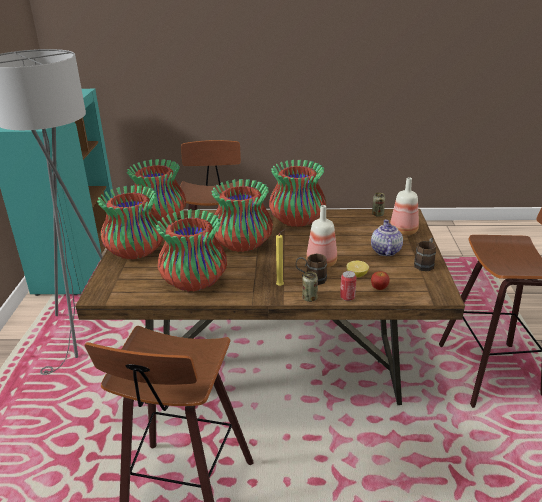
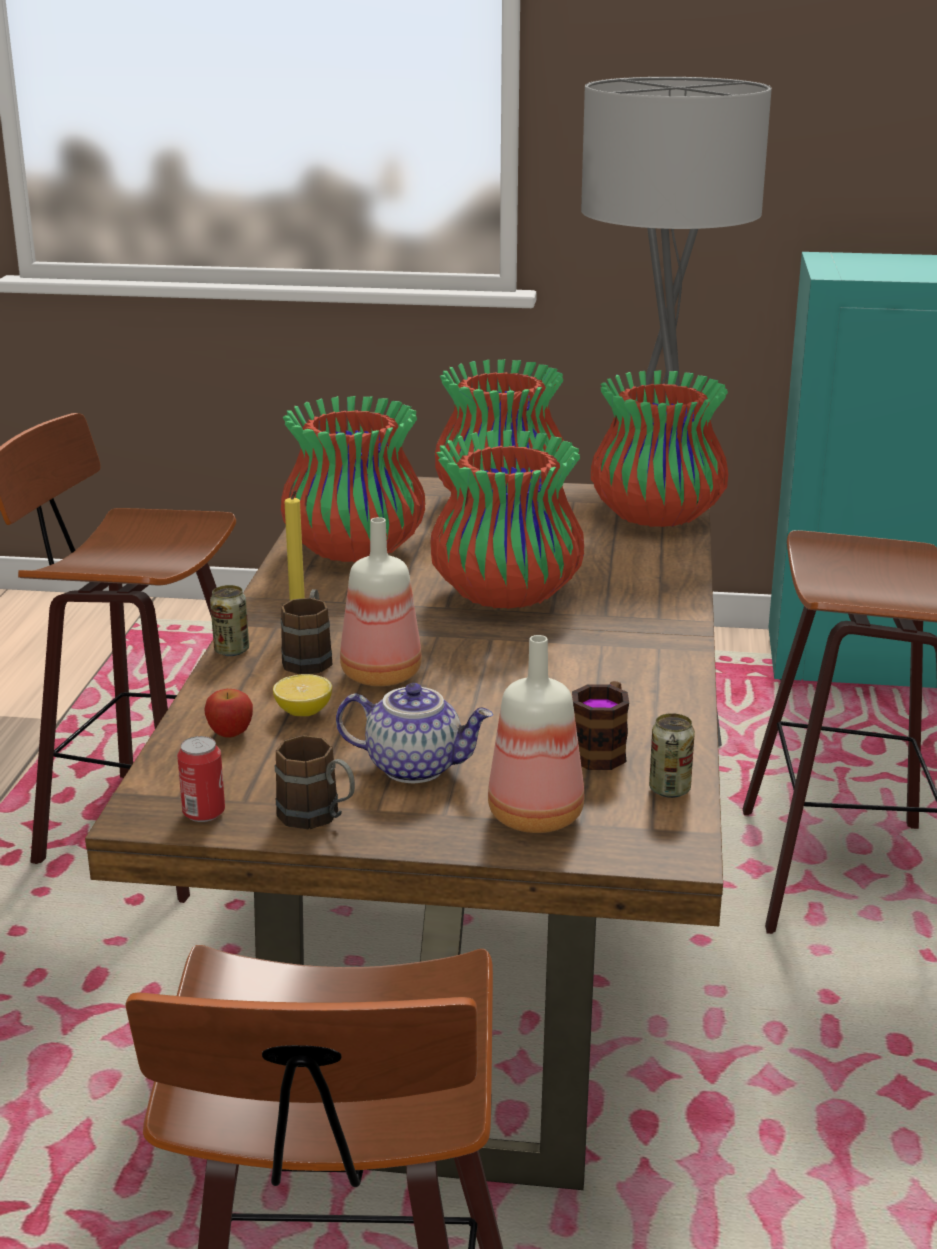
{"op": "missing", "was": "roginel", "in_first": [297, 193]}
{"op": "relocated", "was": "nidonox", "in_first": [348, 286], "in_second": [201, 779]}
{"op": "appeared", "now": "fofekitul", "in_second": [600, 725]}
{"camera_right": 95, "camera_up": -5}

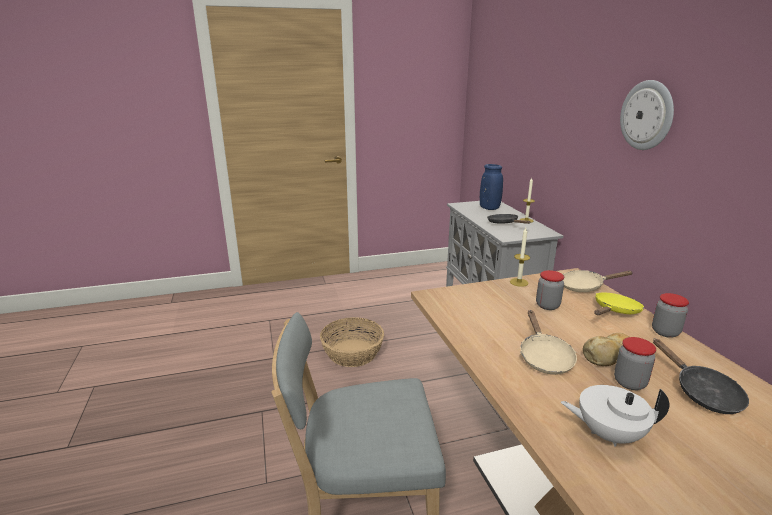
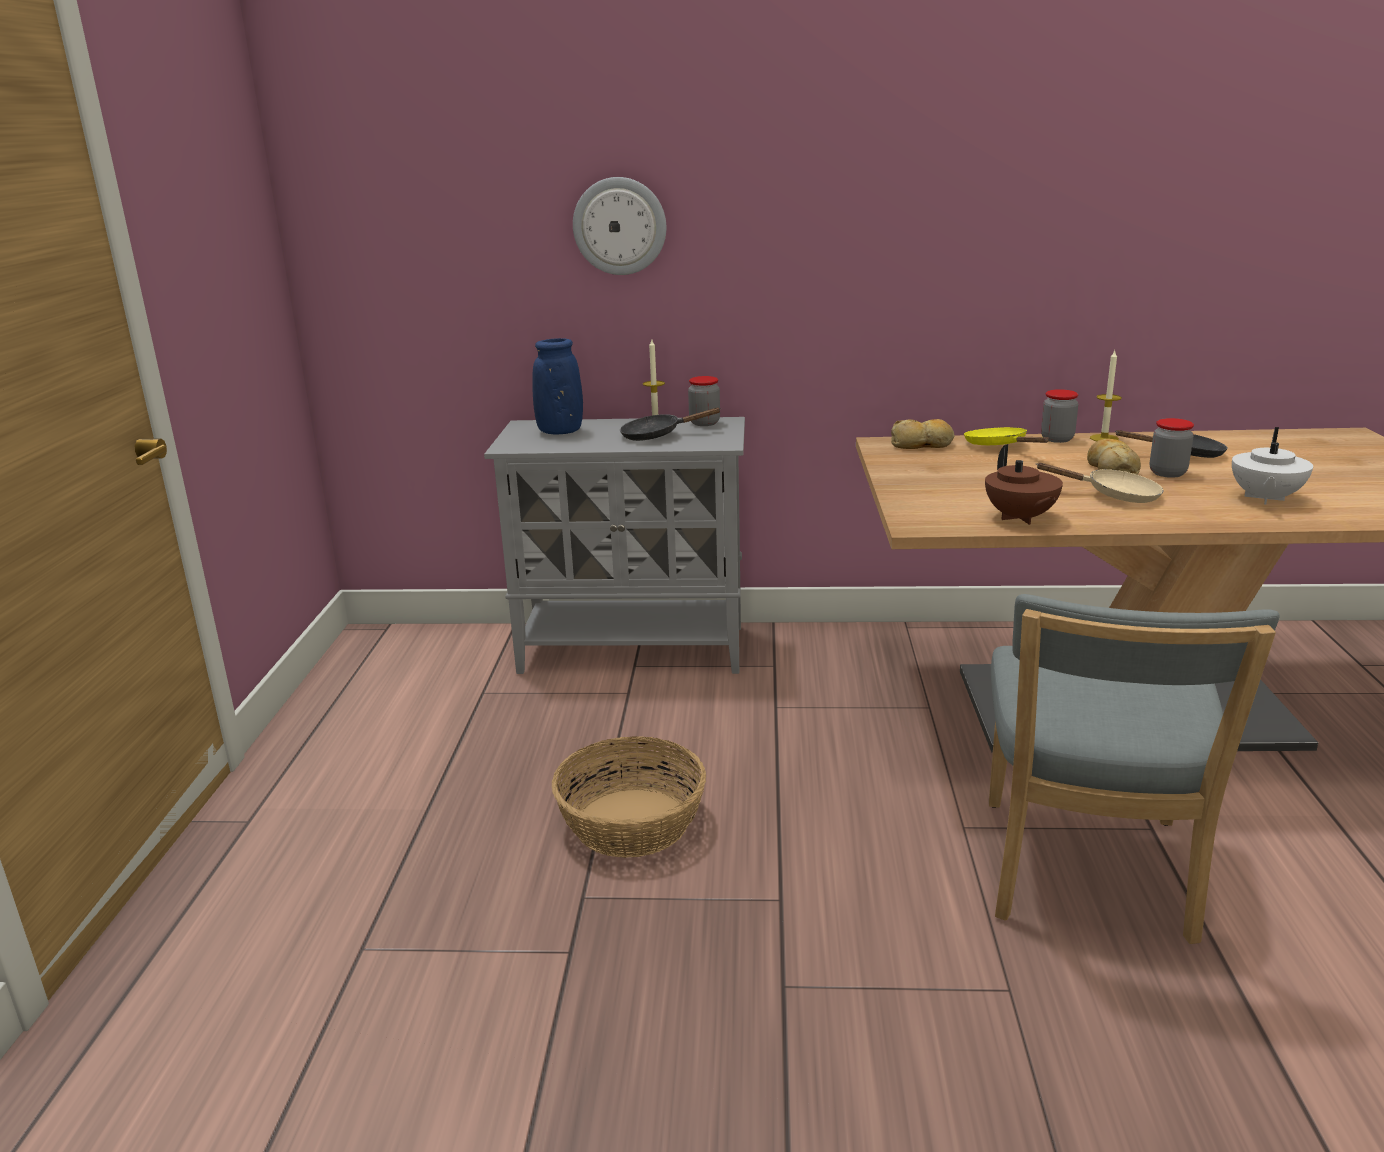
{"op": "relocated", "was": "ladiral", "in_first": [647, 115], "in_second": [619, 226]}
{"op": "relocated", "was": "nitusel", "in_first": [520, 257], "in_second": [1106, 396]}
{"op": "relocated", "was": "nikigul", "in_first": [550, 290], "in_second": [704, 401]}
{"op": "exchanged", "was": "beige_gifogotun", "now": "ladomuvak", "in_first": [598, 281], "in_second": [922, 434]}
{"op": "appeared", "now": "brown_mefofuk", "in_second": [1024, 484]}
{"camera_right": -70, "camera_up": 0}

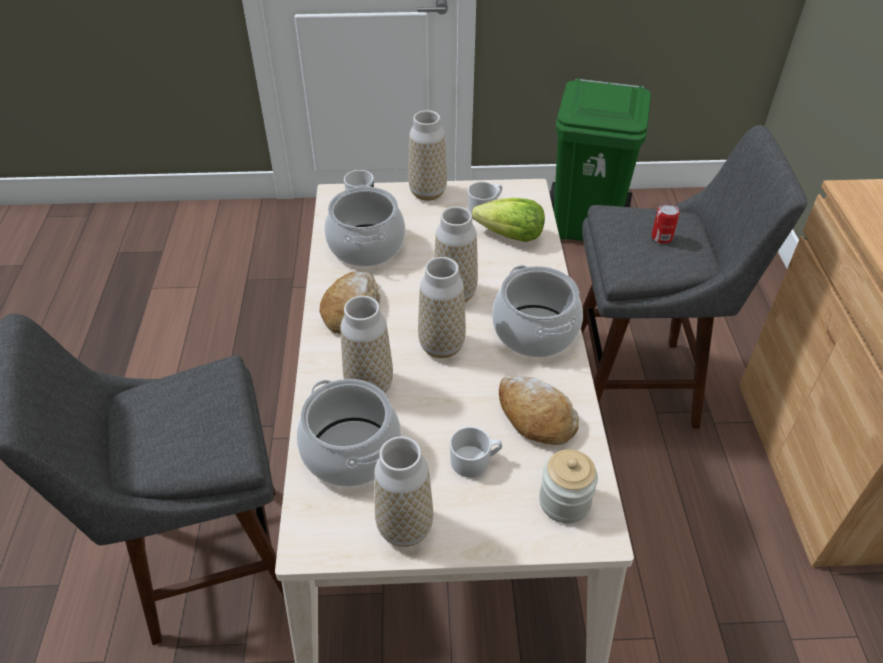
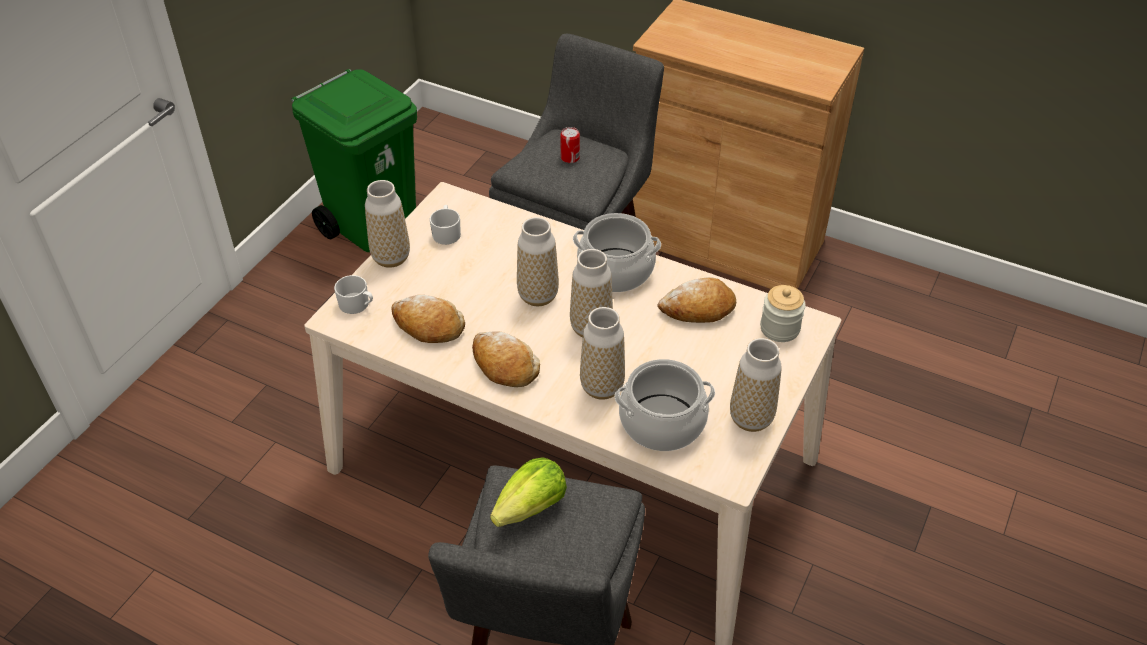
{"op": "exchanged", "was": "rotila", "now": "ladomuvak", "in_first": [364, 226], "in_second": [428, 319]}
{"op": "relocated", "was": "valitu", "in_first": [508, 220], "in_second": [528, 492]}
{"op": "missing", "was": "white_fofekitul", "in_first": [476, 452]}
{"camera_right": -60, "camera_up": 0}

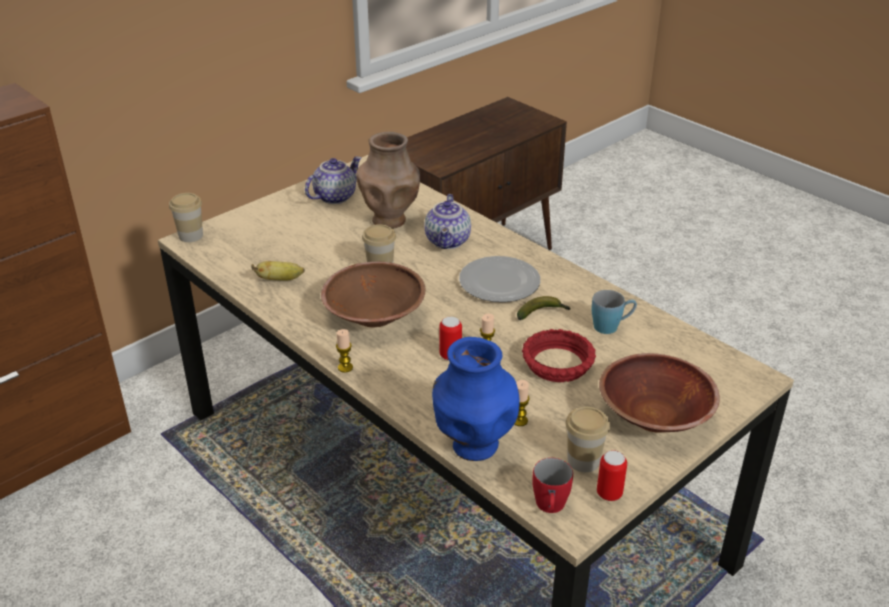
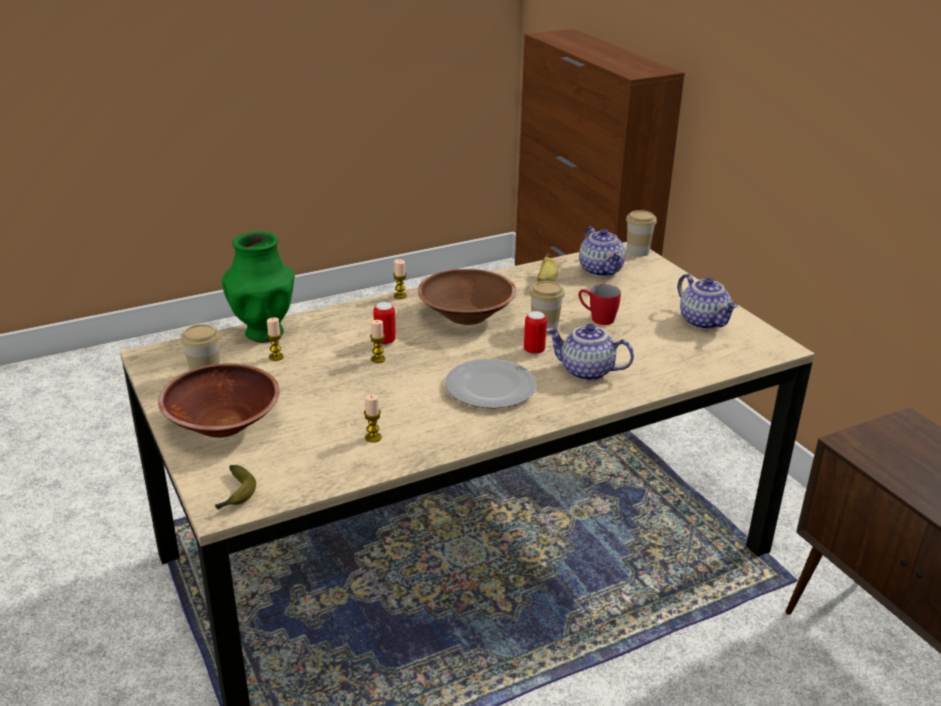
{"op": "missing", "was": "brown_roginel", "in_first": [388, 180]}
{"op": "exchanged", "was": "blue_fofekitul", "now": "nitusel", "in_first": [614, 312], "in_second": [372, 418]}
{"op": "relocated", "was": "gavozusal", "in_first": [543, 308], "in_second": [235, 487]}
{"op": "missing", "was": "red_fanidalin", "in_first": [559, 355]}
{"op": "colour", "was": "blue_roginel", "now": "green_roginel", "in_first": [476, 399], "in_second": [258, 287]}
{"op": "relocated", "was": "nidonox", "in_first": [612, 475], "in_second": [535, 333]}
{"op": "relocated", "was": "red_fofekitul", "in_first": [552, 485], "in_second": [600, 304]}
{"op": "appeared", "now": "mefofuk", "in_second": [602, 252]}
{"camera_right": 105, "camera_up": -5}

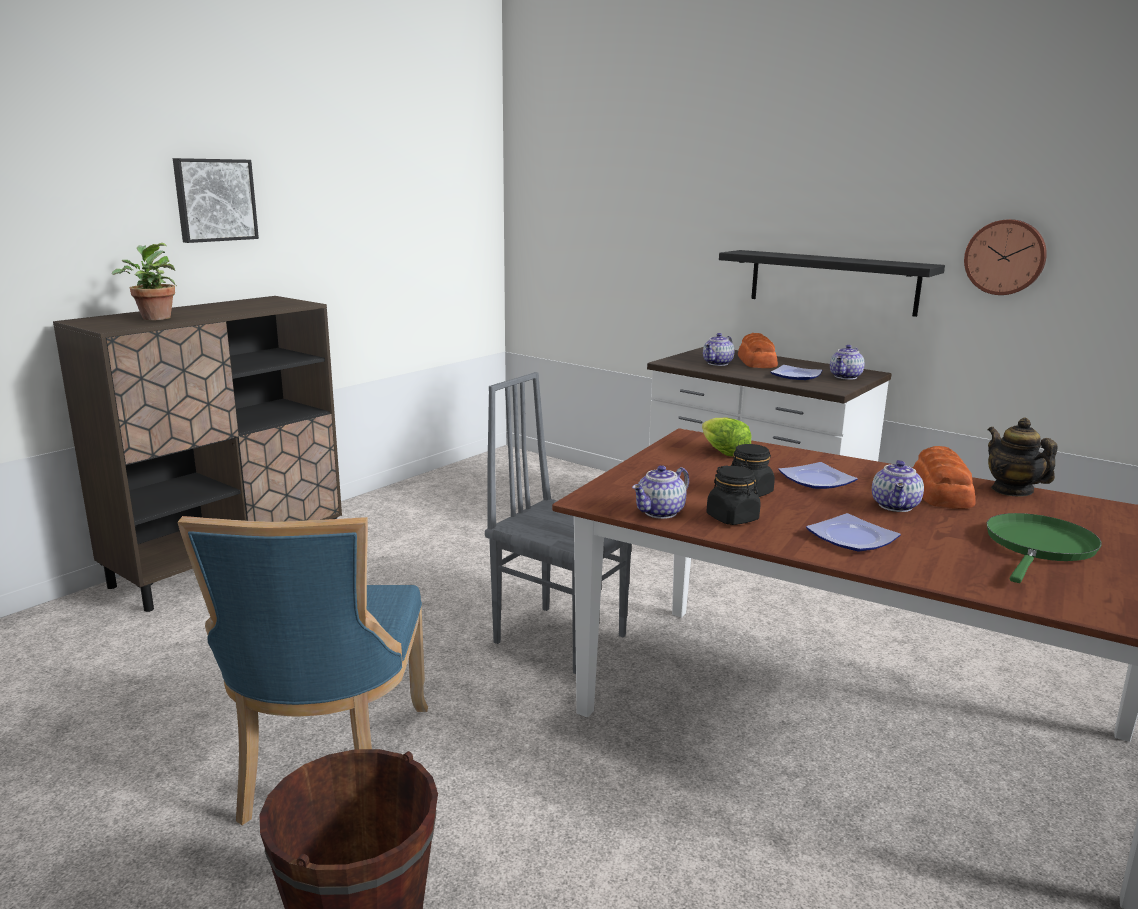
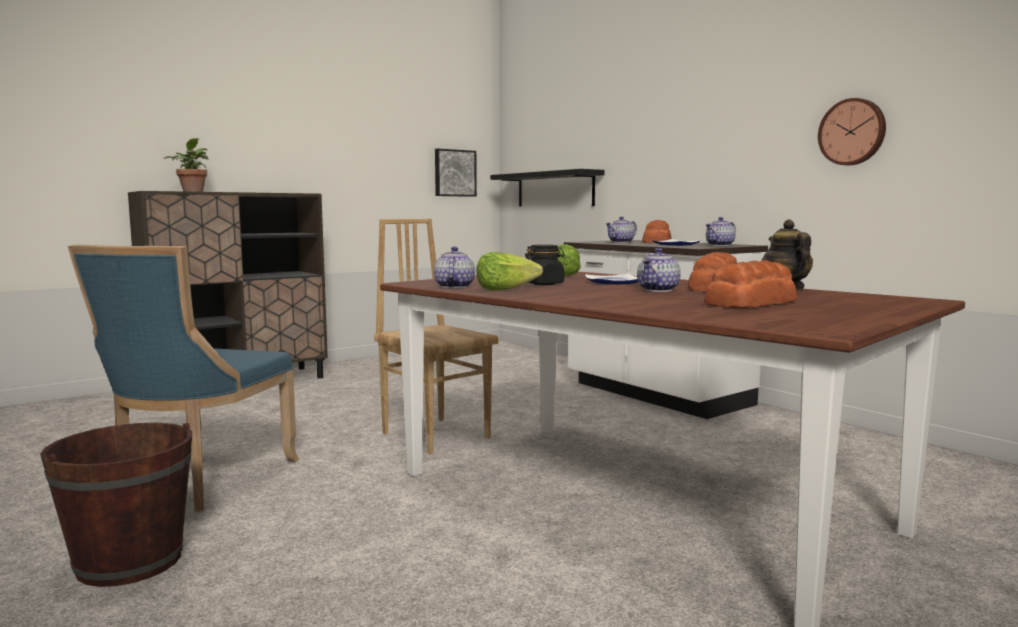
{"op": "relocated", "was": "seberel", "in_first": [216, 200], "in_second": [456, 173]}
{"op": "relocated", "was": "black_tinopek", "in_first": [832, 283], "in_second": [547, 188]}
{"op": "colour", "was": "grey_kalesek", "now": "brown_kalesek", "in_first": [558, 523], "in_second": [436, 336]}
{"op": "spun", "was": "mefofuk", "in_first": [660, 492], "in_second": [454, 267], "clockwise": 120}
{"op": "exchanged", "was": "black_nikigul", "now": "valitu", "in_first": [733, 495], "in_second": [510, 271]}
{"op": "missing", "was": "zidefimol", "in_first": [853, 532]}
{"op": "exchanged", "was": "green_gifogotun", "now": "ladomuvak", "in_first": [1044, 548], "in_second": [750, 284]}
{"camera_right": 15, "camera_up": -10}

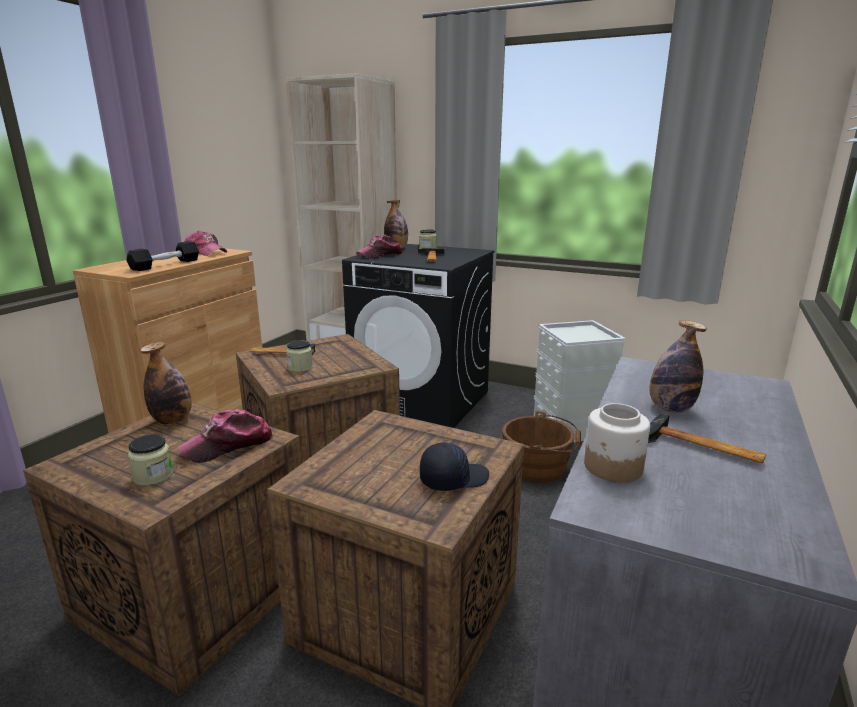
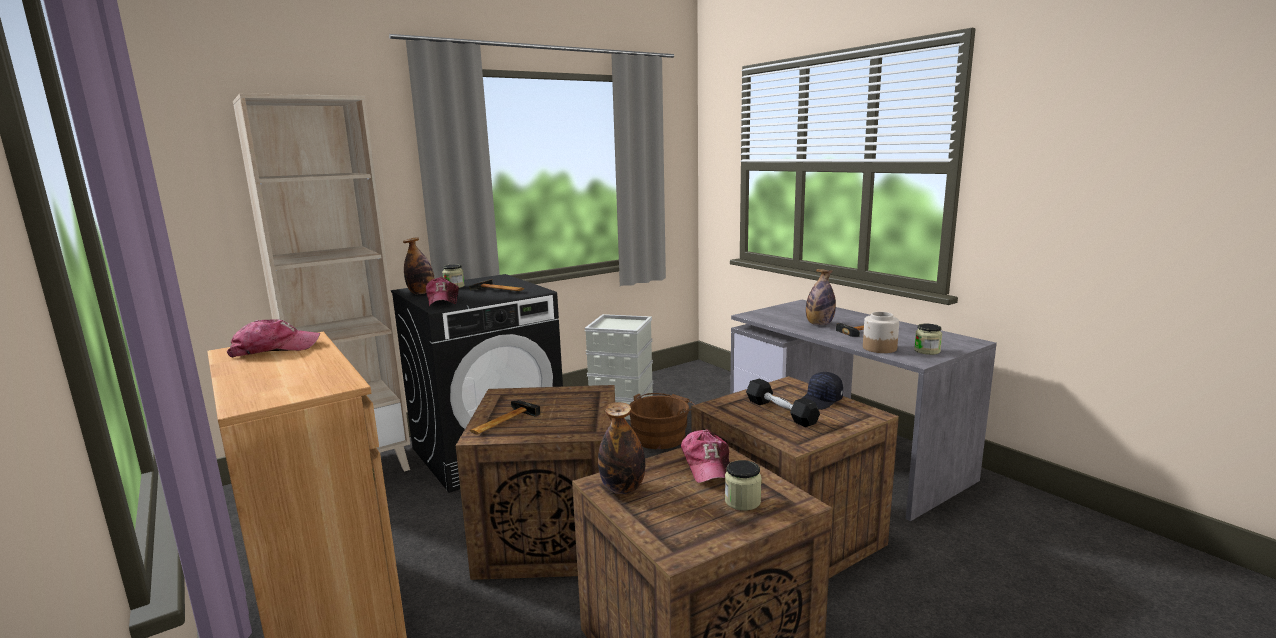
{"op": "relocated", "was": "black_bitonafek", "in_first": [163, 256], "in_second": [783, 402]}
{"op": "relocated", "was": "nikigul", "in_first": [299, 356], "in_second": [928, 339]}
{"op": "spun", "was": "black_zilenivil", "in_first": [454, 467], "in_second": [822, 391], "clockwise": -135}
{"camera_right": -60, "camera_up": -5}

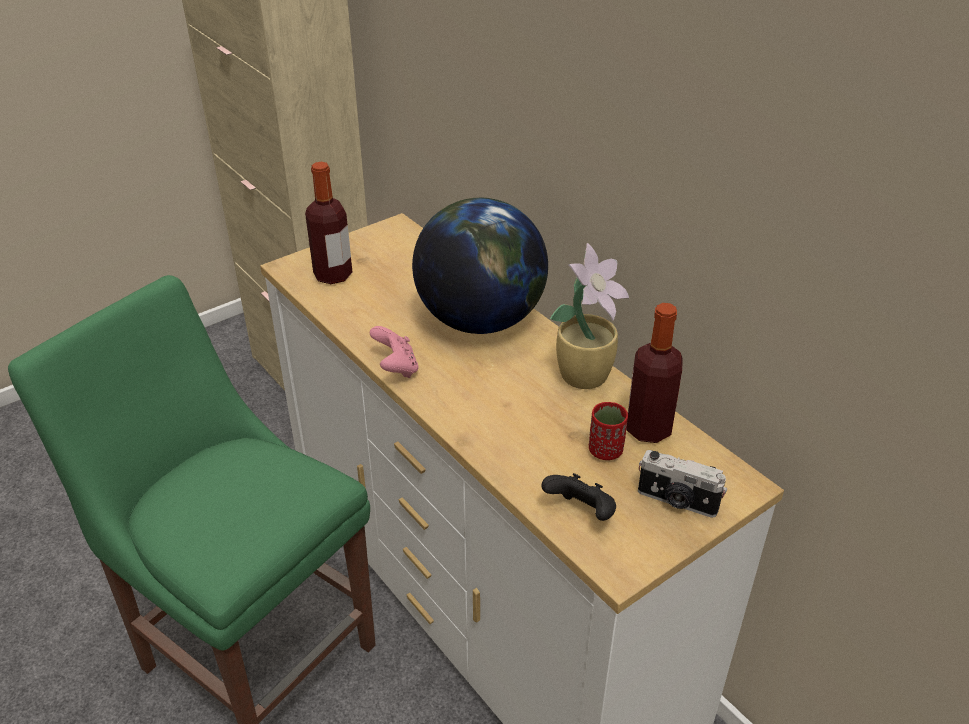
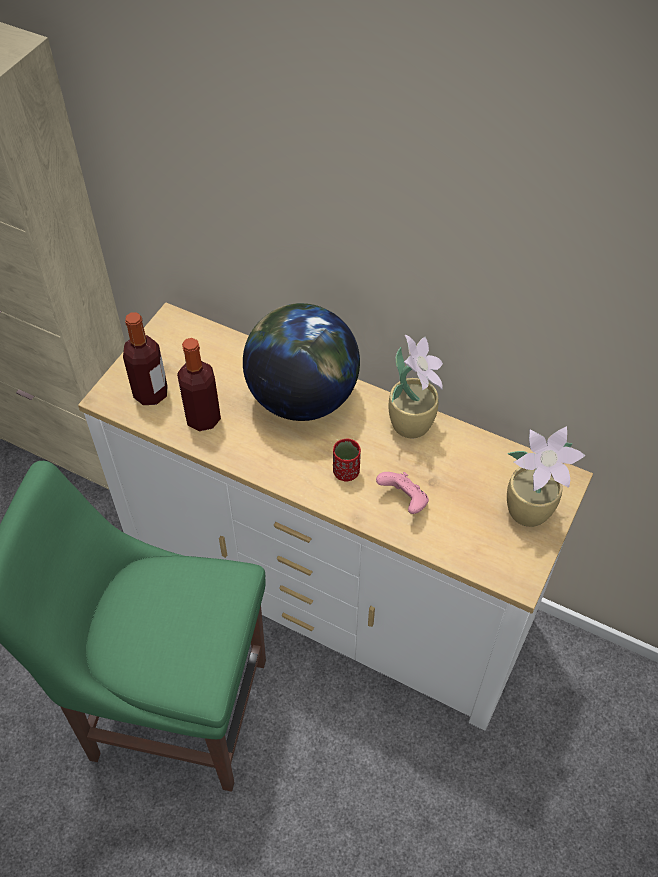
{"op": "relocated", "was": "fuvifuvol", "in_first": [654, 373], "in_second": [199, 384]}
{"op": "relocated", "was": "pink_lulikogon", "in_first": [394, 352], "in_second": [402, 493]}
{"op": "relocated", "was": "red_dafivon", "in_first": [608, 431], "in_second": [347, 459]}
{"op": "exchanged", "was": "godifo", "now": "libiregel", "in_first": [682, 484], "in_second": [546, 476]}
{"op": "missing", "was": "black_lulikogon", "in_first": [579, 497]}
{"camera_right": -25, "camera_up": 15}

